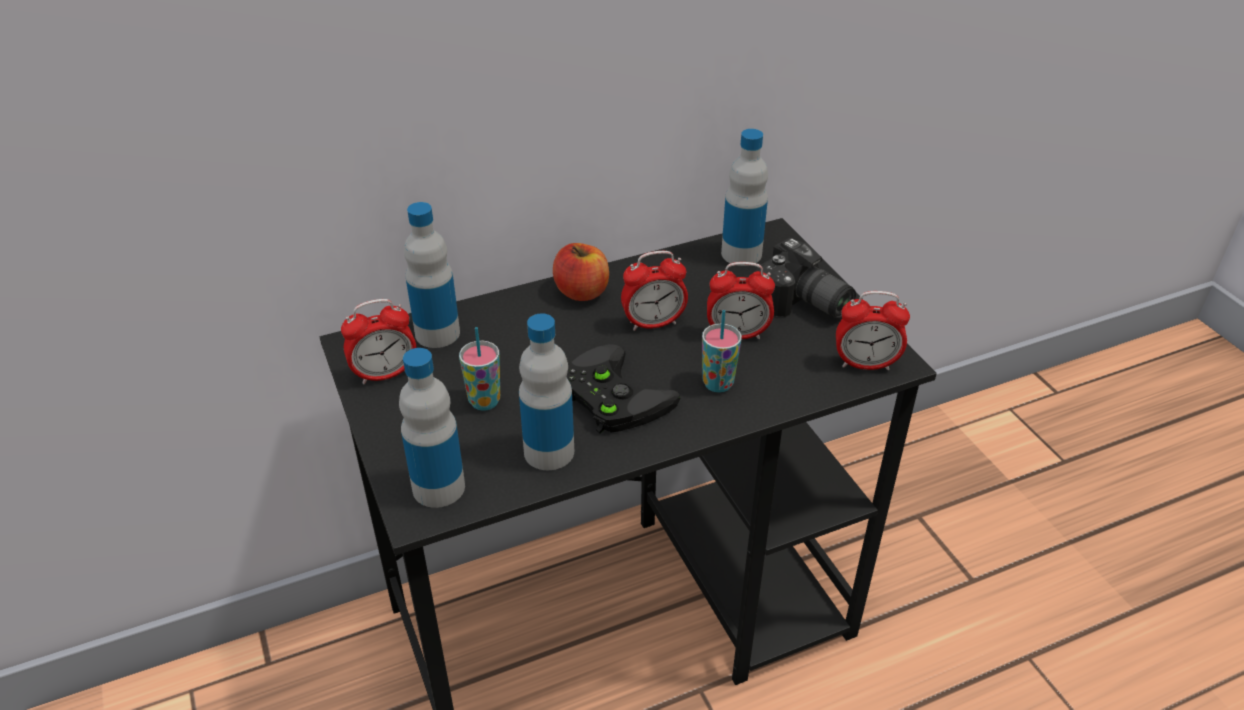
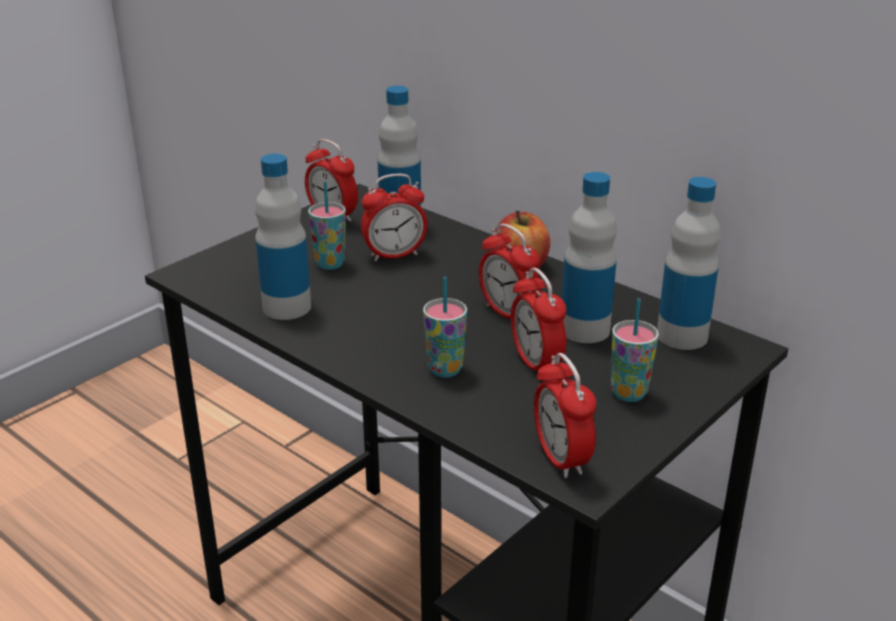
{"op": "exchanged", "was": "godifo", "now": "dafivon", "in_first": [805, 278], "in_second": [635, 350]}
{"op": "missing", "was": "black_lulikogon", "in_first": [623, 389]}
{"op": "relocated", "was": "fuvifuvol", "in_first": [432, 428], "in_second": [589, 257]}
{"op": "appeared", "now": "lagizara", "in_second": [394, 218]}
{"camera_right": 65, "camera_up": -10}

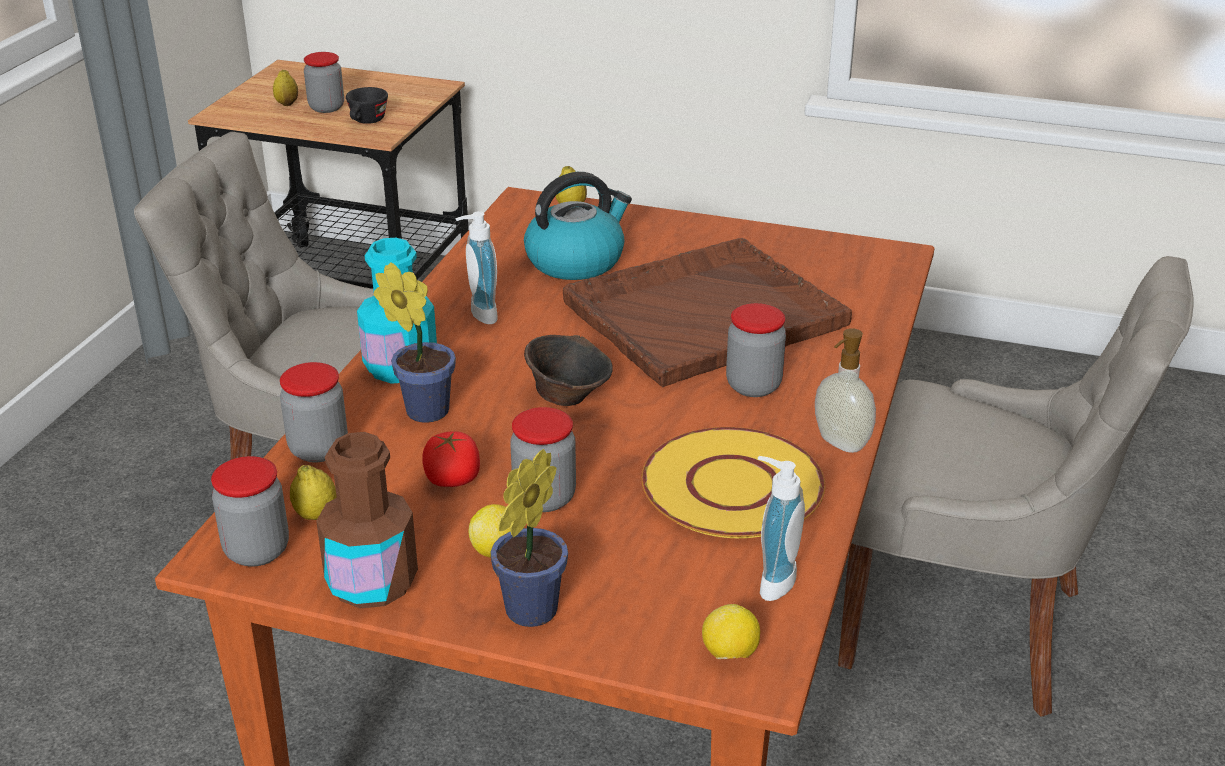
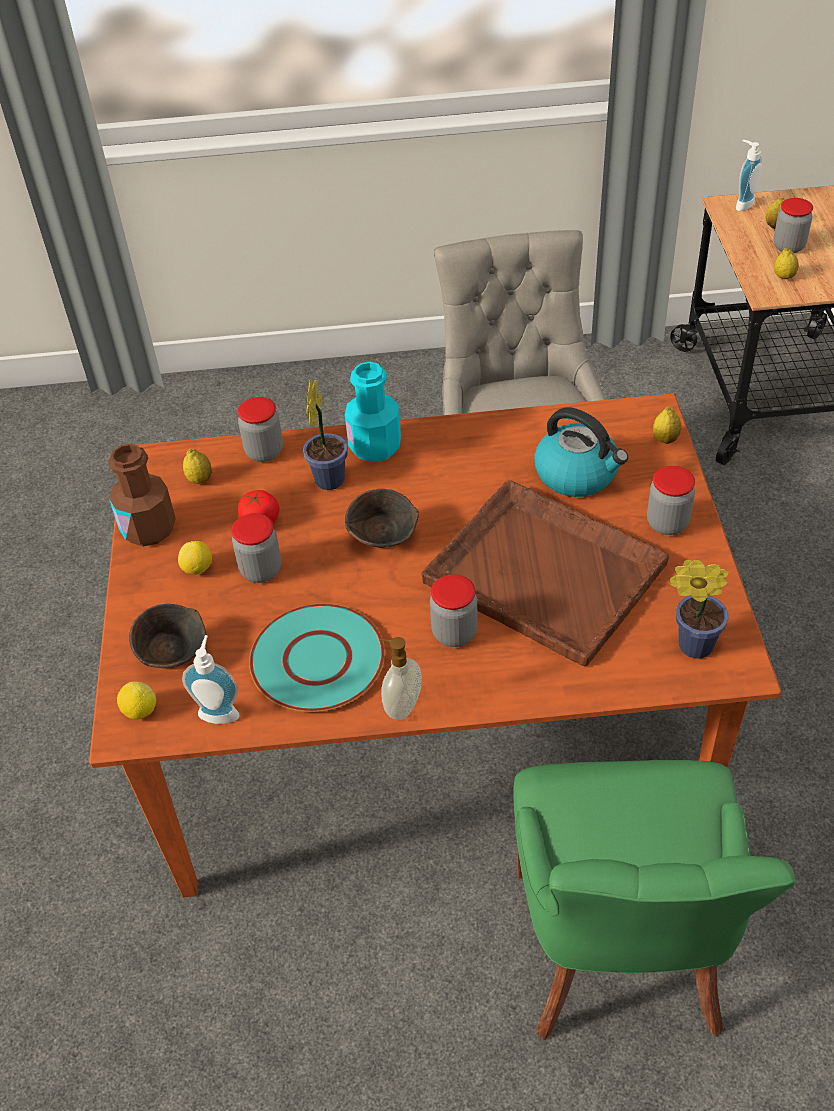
{"op": "exchanged", "was": "black_dafivon", "now": "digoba", "in_first": [367, 105], "in_second": [786, 263]}
{"op": "relocated", "was": "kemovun", "in_first": [476, 267], "in_second": [749, 175]}
{"op": "colour", "was": "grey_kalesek", "now": "green_kalesek", "in_first": [1016, 486], "in_second": [654, 900]}
{"op": "colour", "was": "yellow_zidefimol", "now": "turquoise_zidefimol", "in_first": [733, 482], "in_second": [317, 658]}
{"op": "relocated", "was": "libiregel", "in_first": [529, 538], "in_second": [699, 609]}
{"op": "relocated", "was": "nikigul", "in_first": [250, 511], "in_second": [671, 500]}
{"op": "appeared", "now": "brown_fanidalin", "in_second": [167, 636]}
{"camera_right": 70, "camera_up": 15}

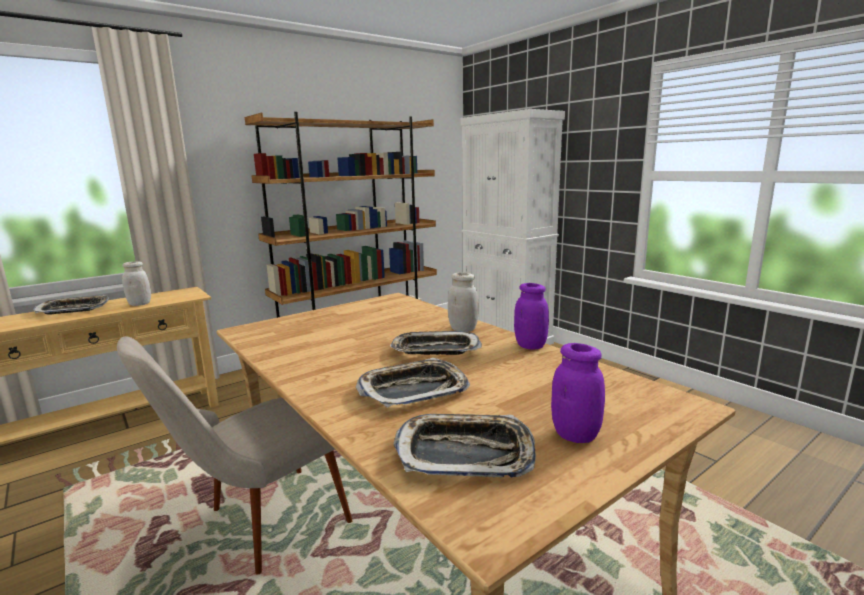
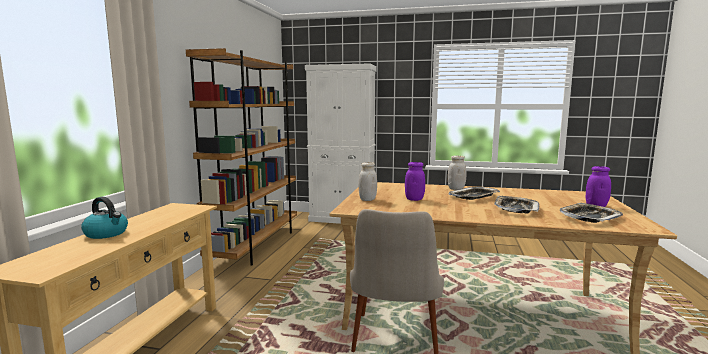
{"op": "relocated", "was": "white_nikigul", "in_first": [136, 283], "in_second": [367, 181]}
{"op": "relocated", "was": "purple_nikigul", "in_first": [531, 316], "in_second": [415, 181]}
{"op": "exchanged", "was": "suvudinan", "now": "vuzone", "in_first": [71, 304], "in_second": [104, 218]}
{"camera_right": -40, "camera_up": -5}

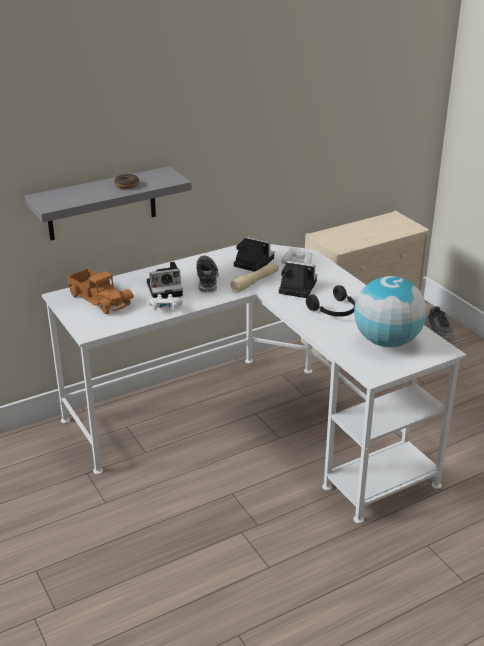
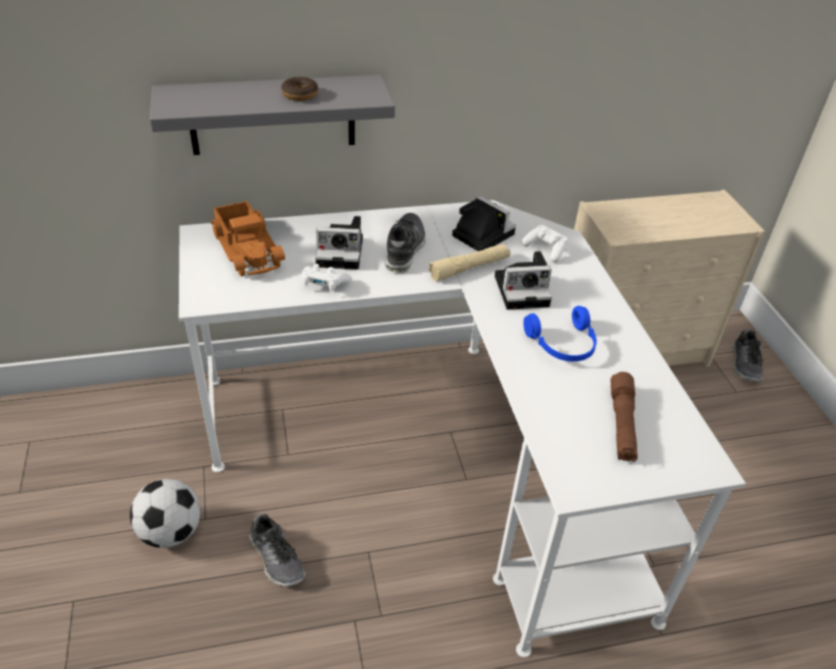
{"op": "spun", "was": "godifo", "in_first": [298, 279], "in_second": [523, 280], "clockwise": 135}
{"op": "exchanged", "was": "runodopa", "now": "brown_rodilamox", "in_first": [390, 311], "in_second": [624, 417]}
{"op": "colour", "was": "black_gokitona", "now": "blue_gokitona", "in_first": [330, 301], "in_second": [560, 334]}
{"op": "appeared", "now": "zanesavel", "in_second": [165, 513]}
{"op": "appeared", "now": "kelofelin", "in_second": [277, 550]}
{"camera_right": 15, "camera_up": 10}

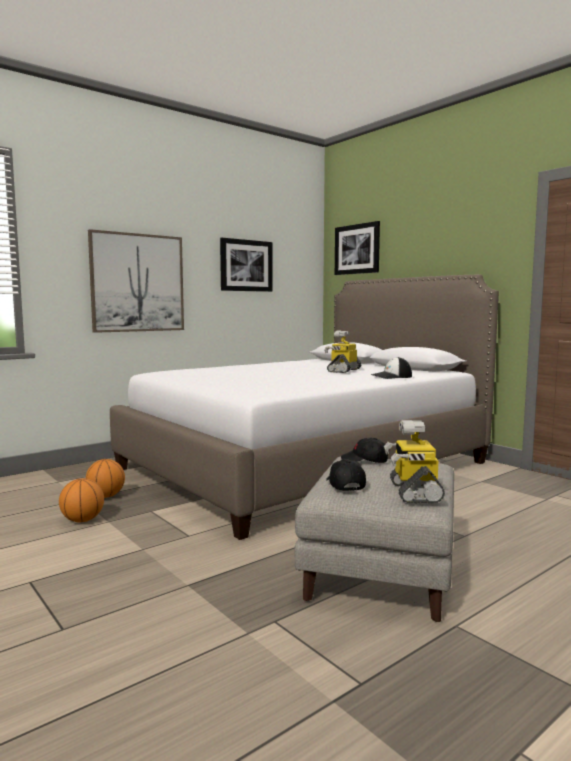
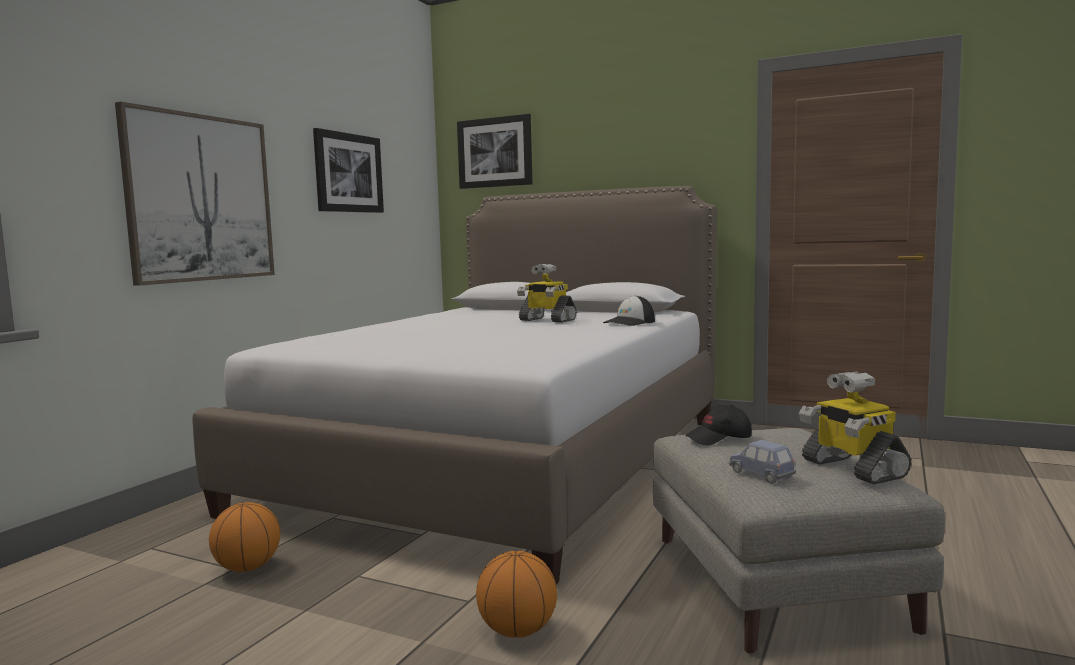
{"op": "spun", "was": "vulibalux", "in_first": [342, 352], "in_second": [547, 293], "clockwise": -60}
{"op": "exchanged", "was": "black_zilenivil", "now": "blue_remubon", "in_first": [346, 475], "in_second": [762, 462]}
{"op": "relocated", "was": "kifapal", "in_first": [81, 500], "in_second": [516, 594]}
{"camera_right": -25, "camera_up": 0}

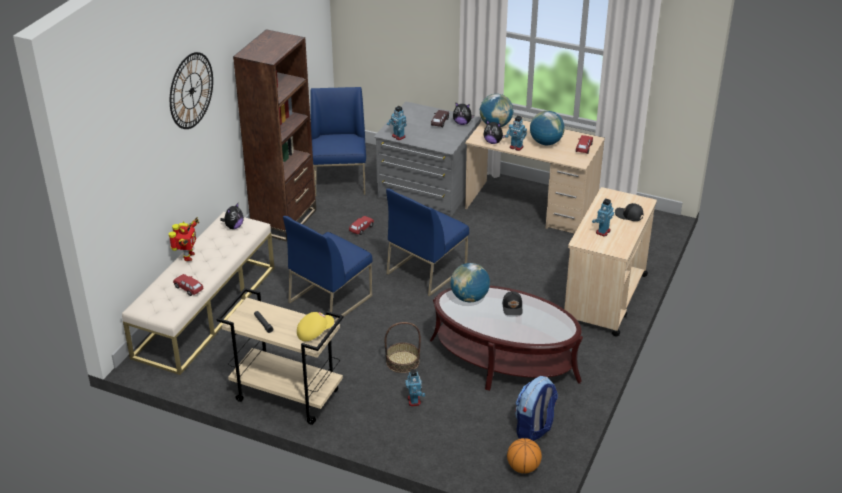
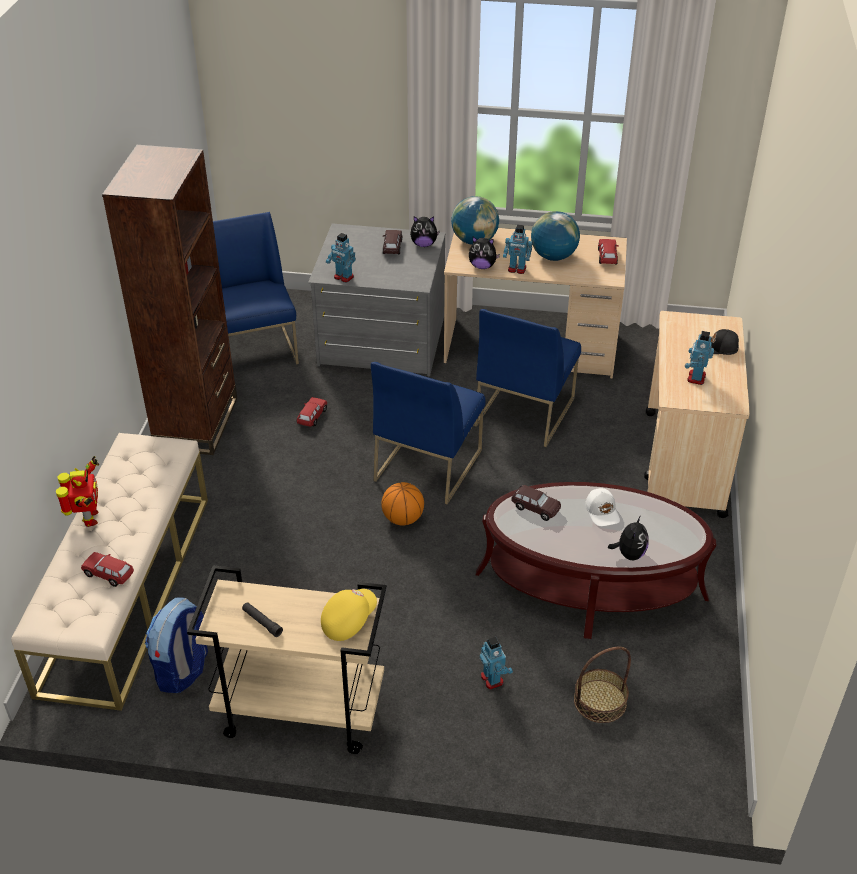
{"op": "missing", "was": "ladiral", "in_first": [191, 90]}
{"op": "relocated", "was": "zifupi", "in_first": [232, 216], "in_second": [628, 538]}
{"op": "relocated", "was": "blue_kalesek", "in_first": [328, 269], "in_second": [527, 378]}
{"op": "exchanged", "was": "runodopa", "now": "brown_remubon", "in_first": [470, 282], "in_second": [536, 503]}
{"op": "colour", "was": "black_zilenivil", "now": "white_zilenivil", "in_first": [513, 303], "in_second": [602, 507]}
{"op": "relocated", "was": "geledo", "in_first": [403, 347], "in_second": [602, 685]}
{"op": "relocated", "was": "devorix", "in_first": [536, 408], "in_second": [176, 645]}
{"op": "relocated", "was": "kifapal", "in_first": [524, 456], "in_second": [402, 504]}
{"camera_right": -15, "camera_up": 5}

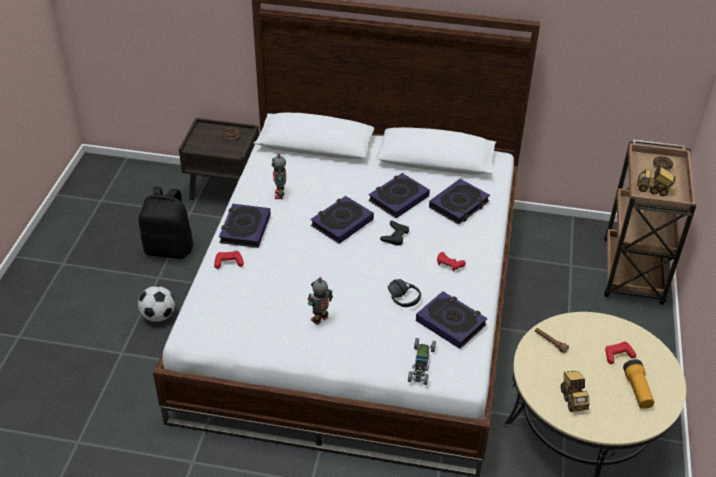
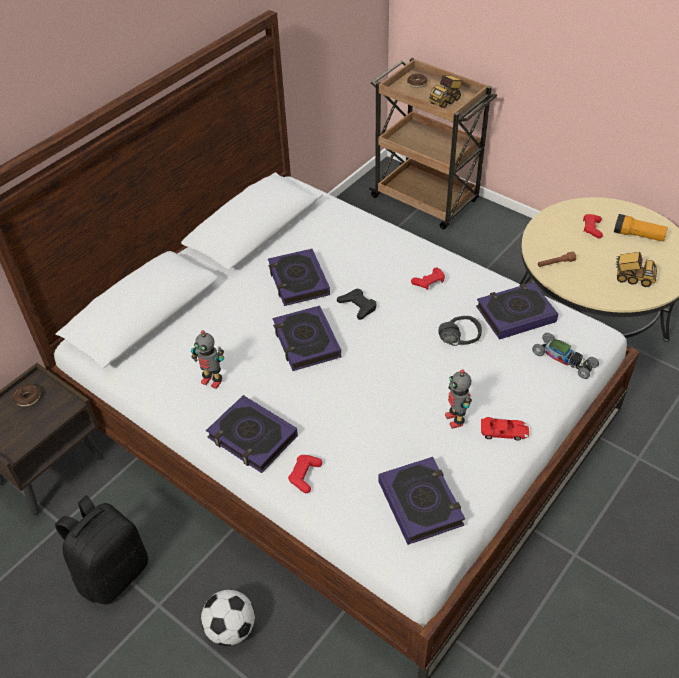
{"op": "relocated", "was": "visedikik", "in_first": [459, 202], "in_second": [422, 501]}
{"op": "appeared", "now": "red_remubon", "in_second": [505, 429]}
{"camera_right": -60, "camera_up": 5}

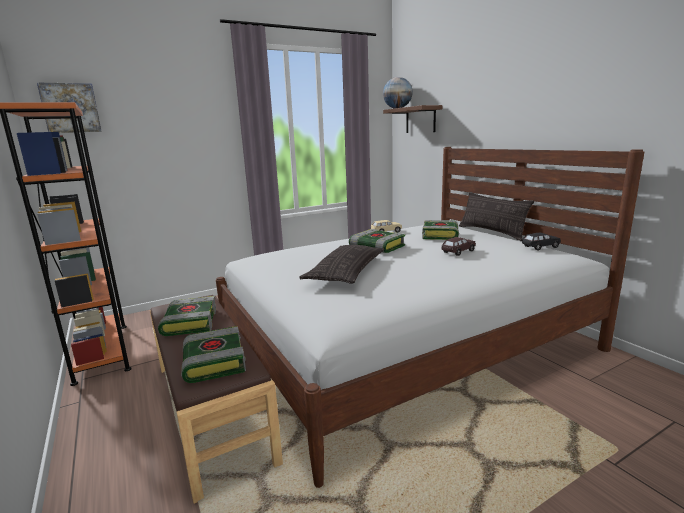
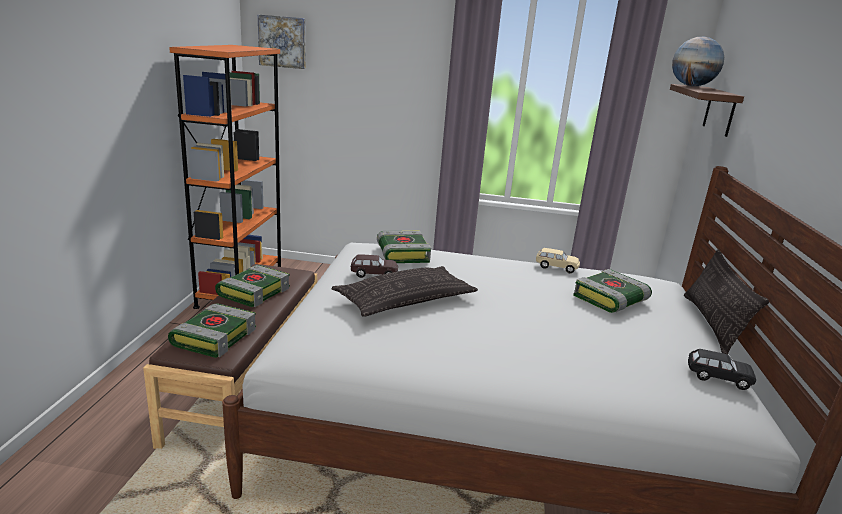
{"op": "relocated", "was": "visedikik", "in_first": [377, 241], "in_second": [404, 247]}
{"op": "relocated", "was": "brown_remubon", "in_first": [459, 246], "in_second": [374, 266]}
{"camera_right": 35, "camera_up": 5}

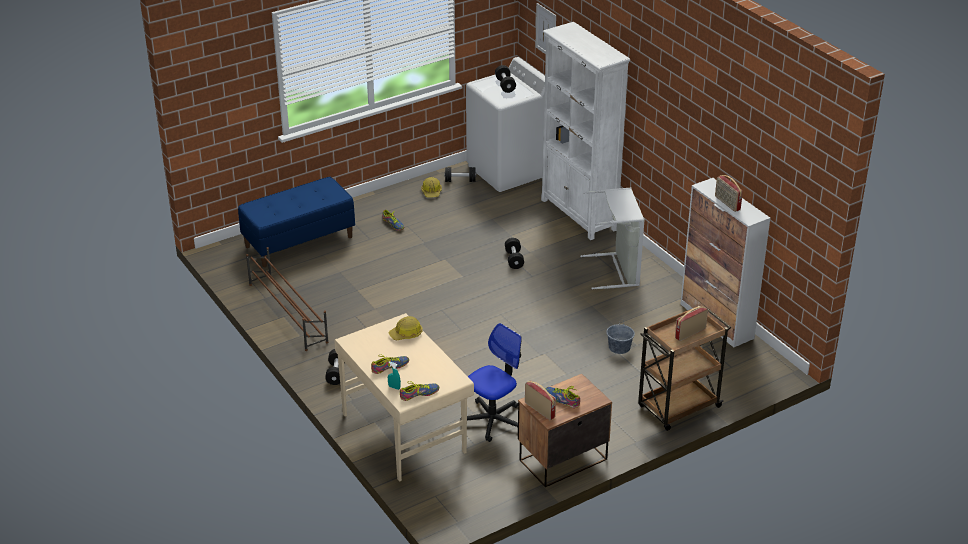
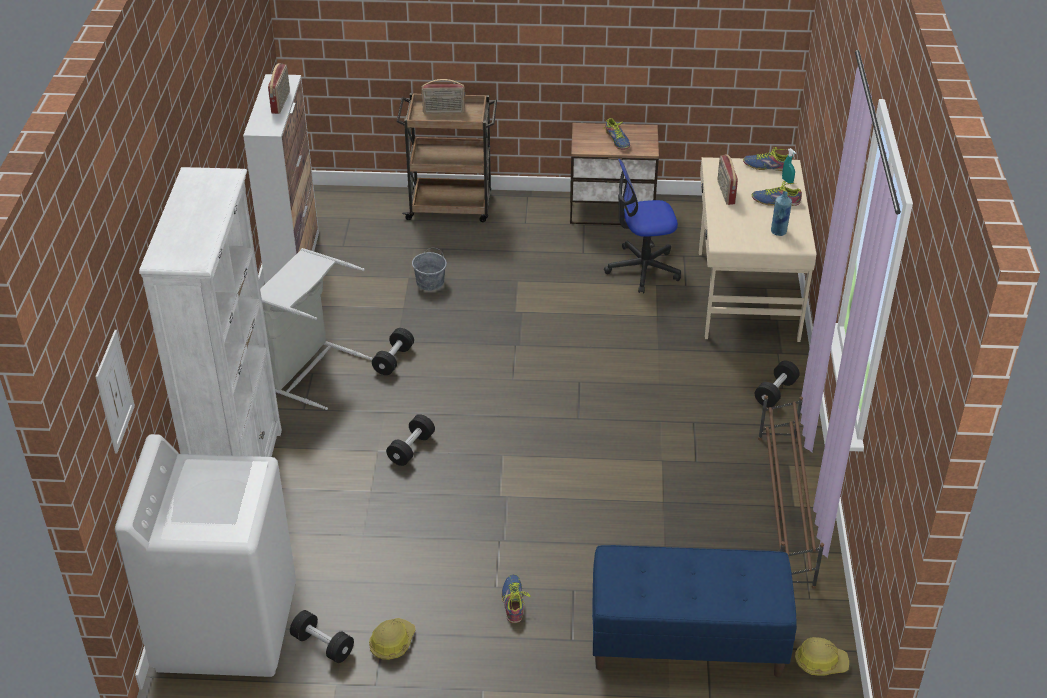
{"op": "relocated", "was": "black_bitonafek", "in_first": [505, 79], "in_second": [393, 351]}
{"op": "relocated", "was": "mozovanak", "in_first": [406, 328], "in_second": [822, 656]}
{"op": "relocated", "was": "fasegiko", "in_first": [540, 400], "in_second": [727, 179]}
{"op": "appeared", "now": "blue_fuvifuvol", "in_second": [781, 213]}
{"camera_right": -145, "camera_up": 5}

